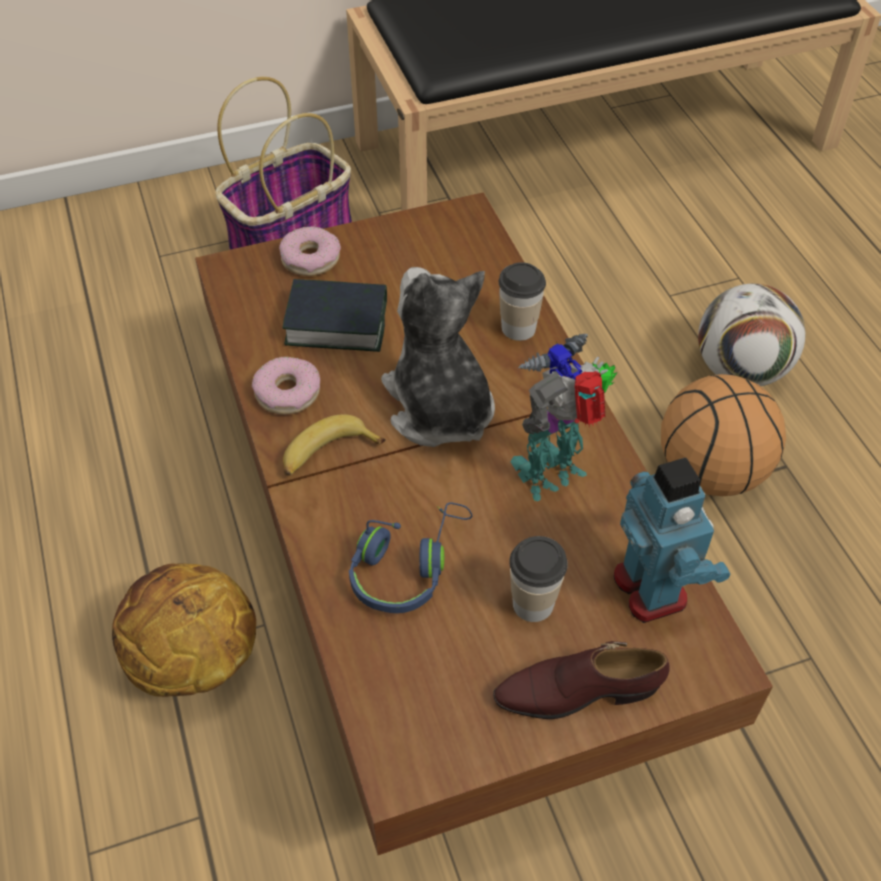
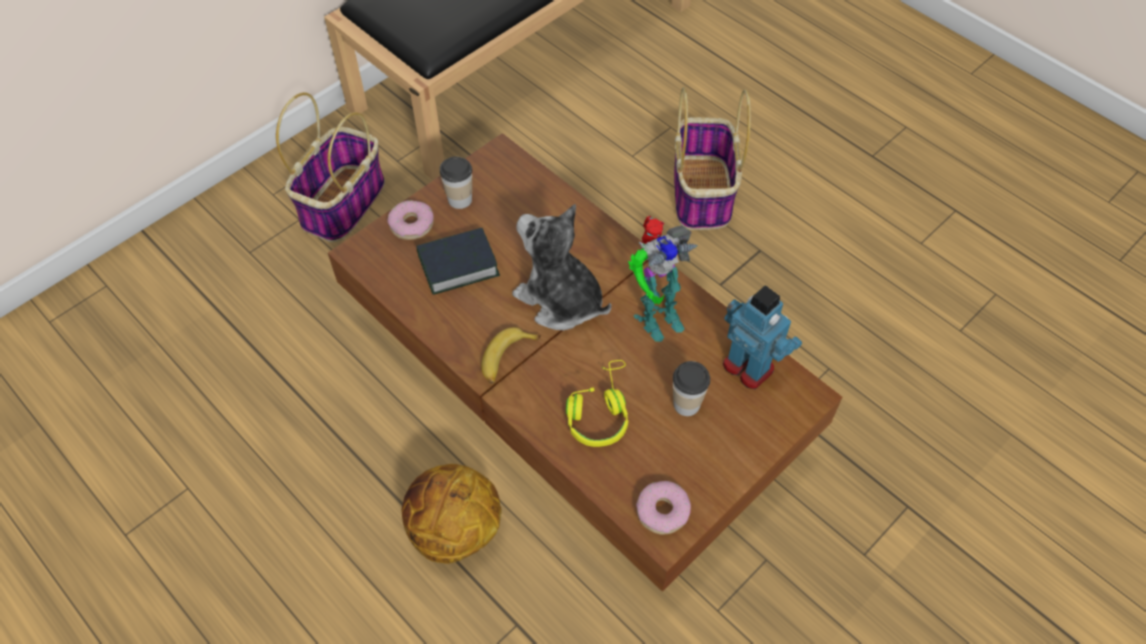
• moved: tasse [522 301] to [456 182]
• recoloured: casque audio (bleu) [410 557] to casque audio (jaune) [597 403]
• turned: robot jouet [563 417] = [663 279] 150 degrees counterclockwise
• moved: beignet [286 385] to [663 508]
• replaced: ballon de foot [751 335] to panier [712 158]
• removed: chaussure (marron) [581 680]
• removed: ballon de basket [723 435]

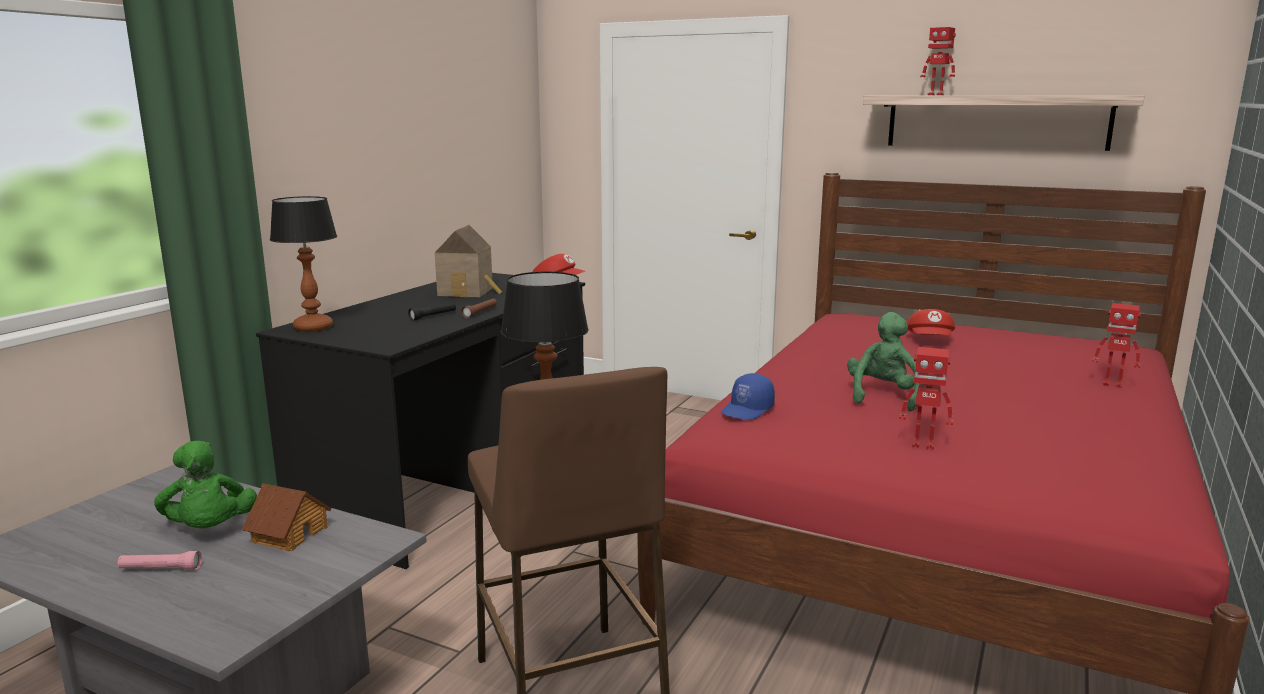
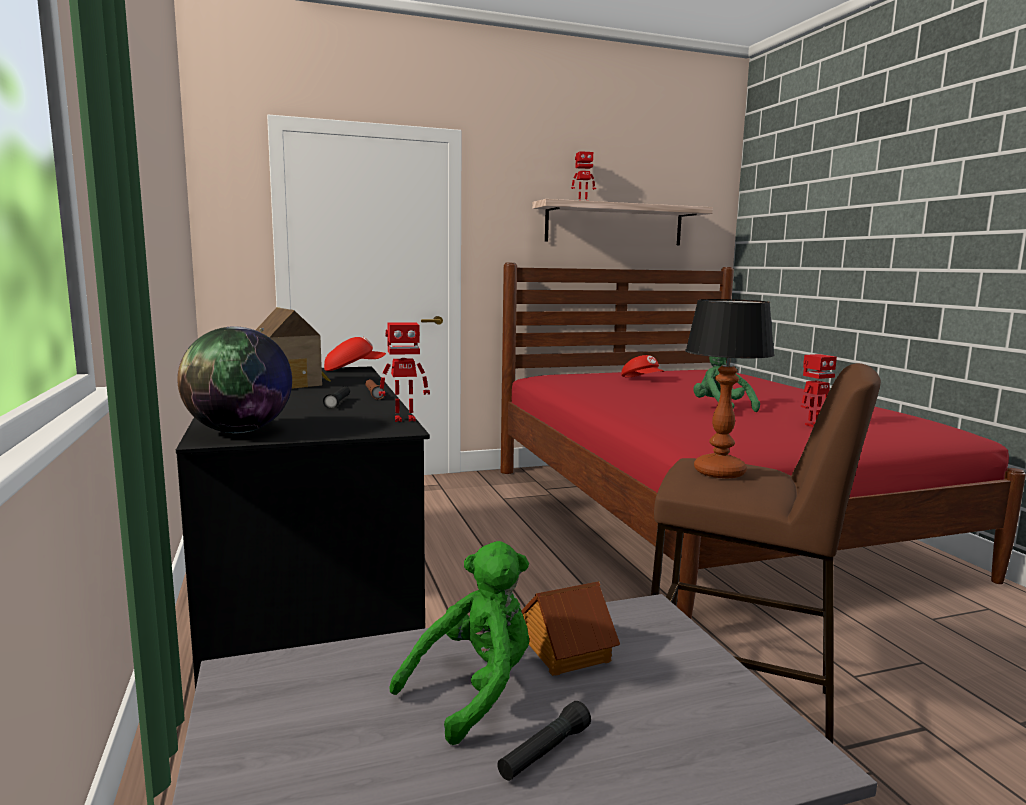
• replaced: lampe de table [303 264] to globe [234 379]
• moved: robot jouet [1116 345] to [404 372]
• turned: peluche (vert) [205 484] = [459 643] 60 degrees counterclockwise
• recoloured: lampe de poche (rose) [160 560] to lampe de poche (noir) [544 741]
• removed: casquette (bleu) [748 396]

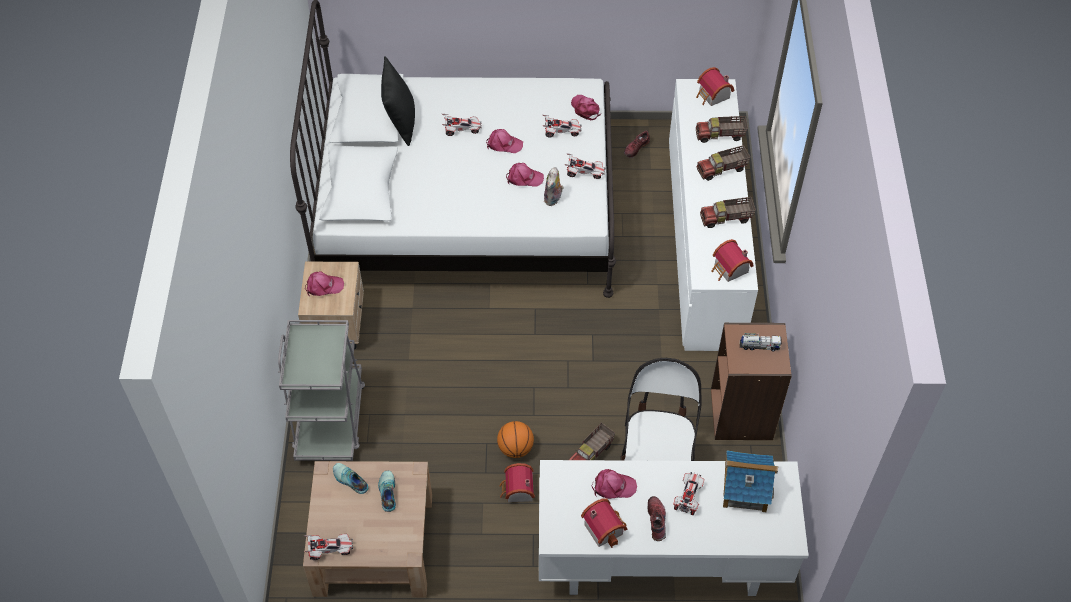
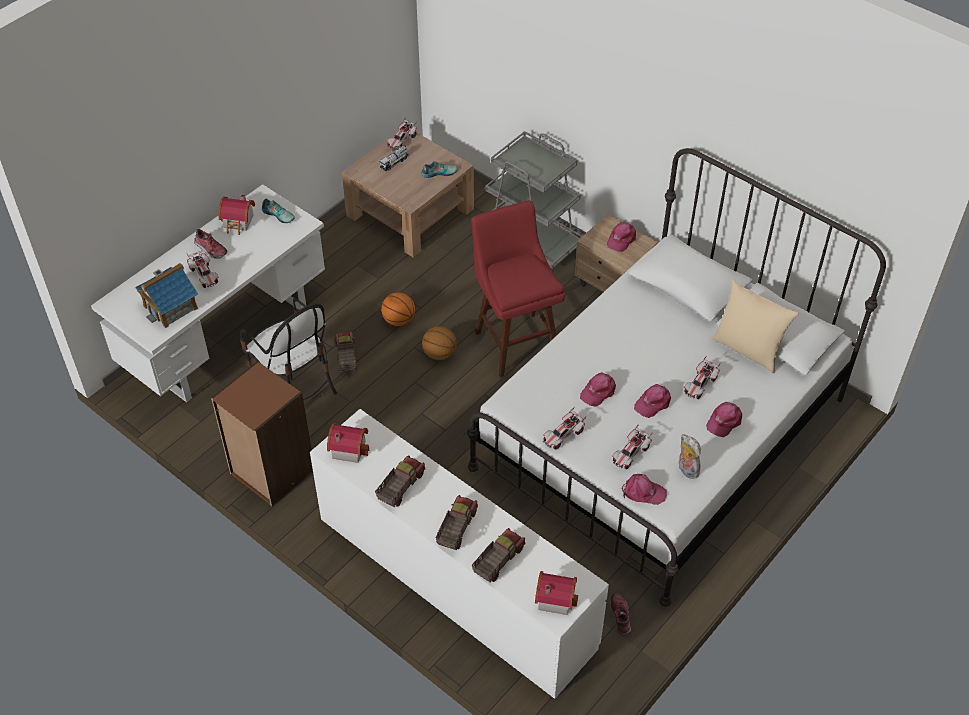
• moved: chaussure [387 491] to [278 211]
• moved: camion jouet [761 342] to [394 158]
• added: ballon de basket [439 343]
• added: tabouret (rouge) [518 289]
• moved: peluche [554 186] to [690 456]
• moved: casquette (rose) [614 484] to [724 419]
• recoloured: coussin (noir) [398 101] to coussin (beige) [755 326]
• removed: maison miniature [517 482]

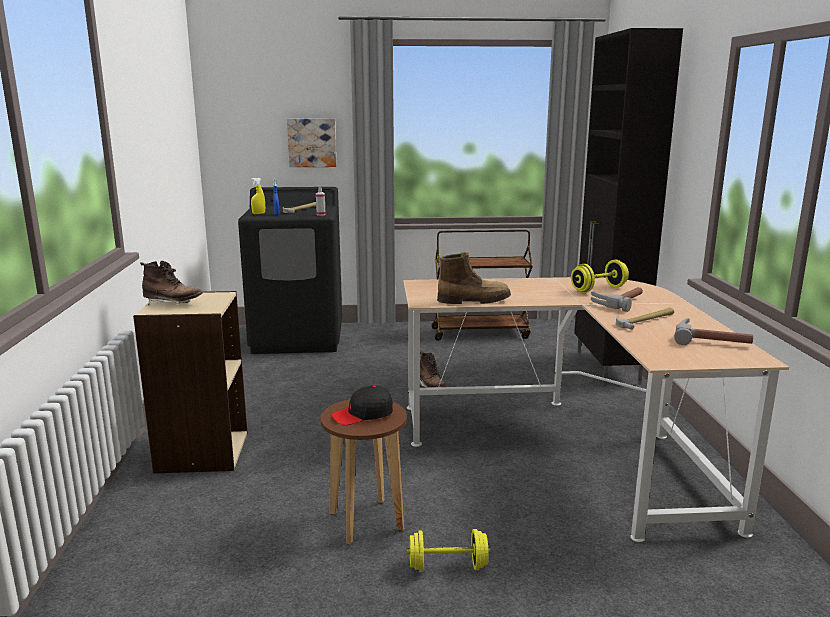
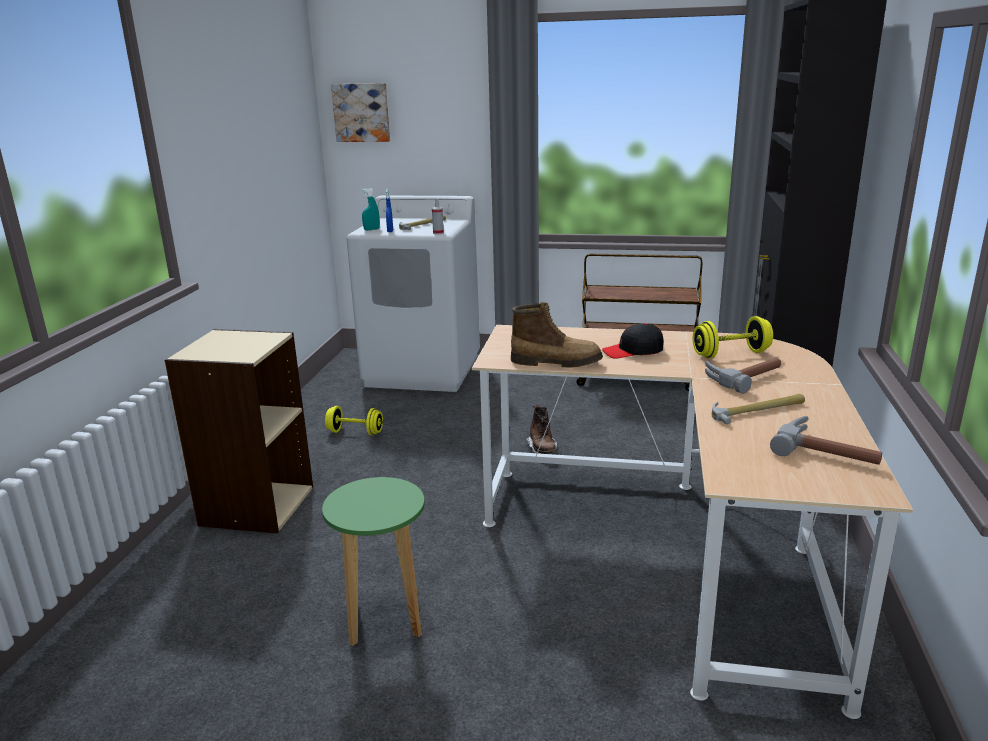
• recoloured: tabouret (marron) [363 471] to tabouret (vert) [373 561]
• moved: haltère (jaune) [448 550] to [354 420]
• moved: tableau [312 143] to [360 112]
• recoloured: lave-linge (noir) [290 270] to lave-linge (blanc) [413 293]
• recoloured: vaporisateur (jaune) [258 196] to vaporisateur (turquoise) [371 209]
• moved: casquette (noir) [362 405] to [632 340]
• removed: botte (marron) [171 283]

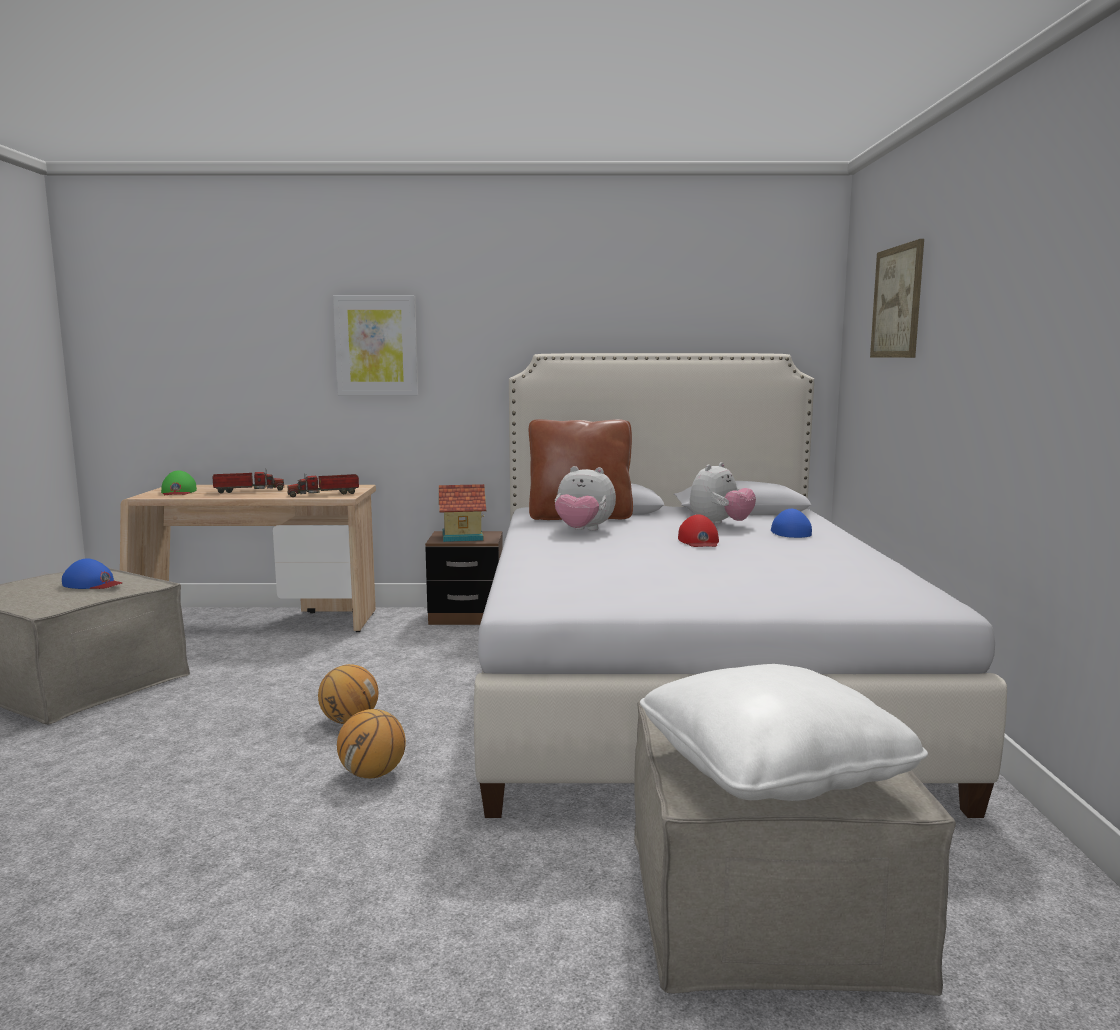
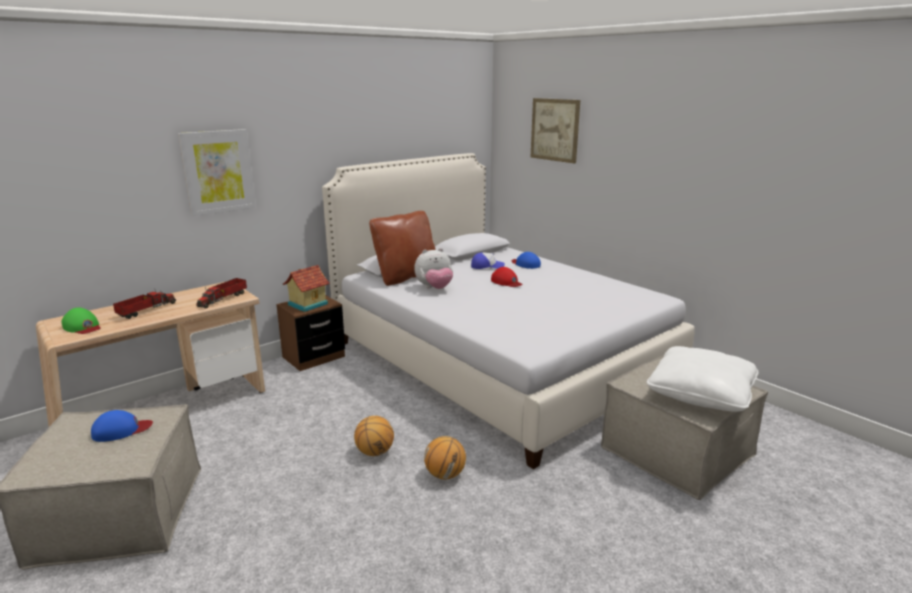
• replaced: peluche [723 493] to casquette [488 260]

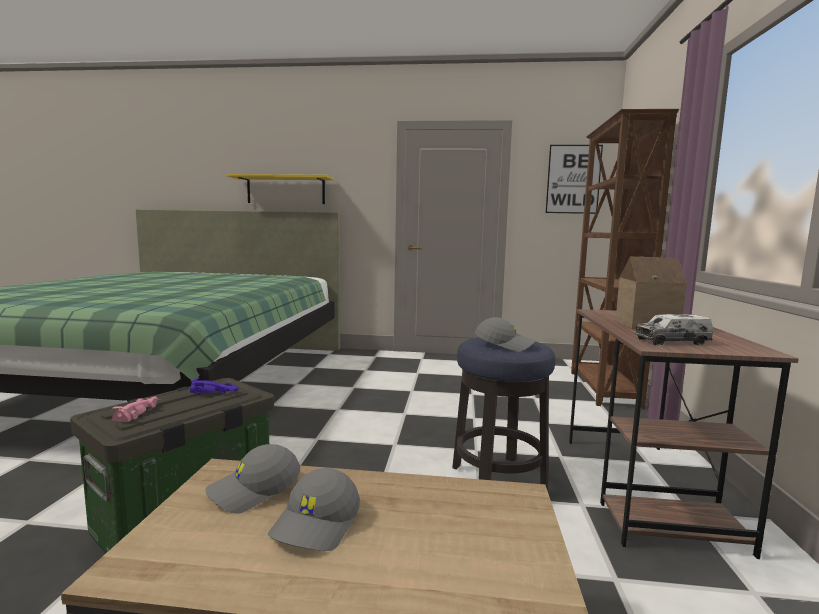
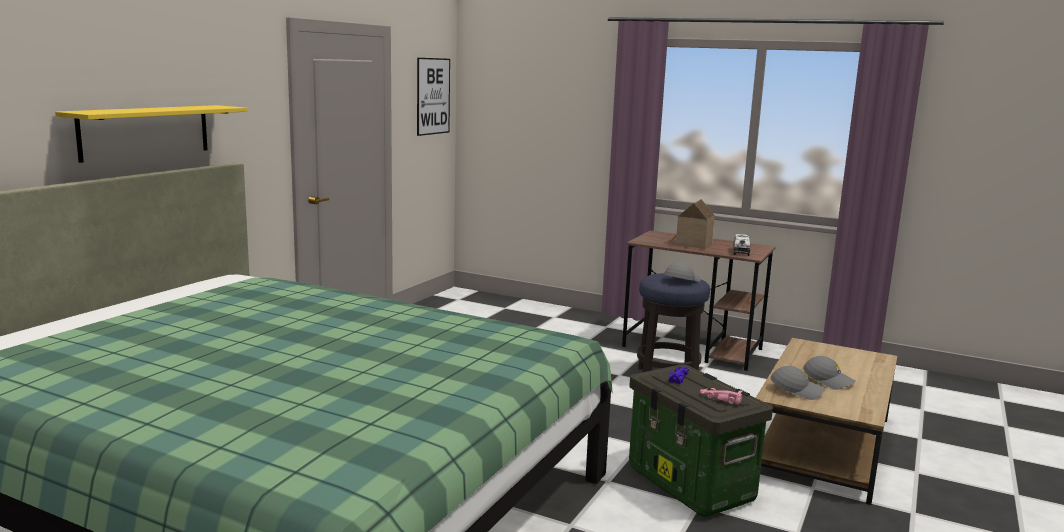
• turned: casquette (gris) [252 479] = [798 383] 60 degrees counterclockwise
• removed: bibliothèque (marron) [625 259]

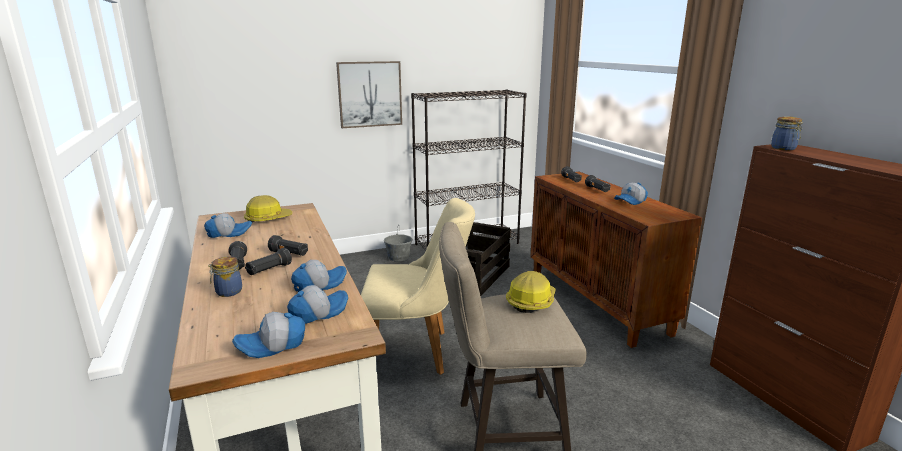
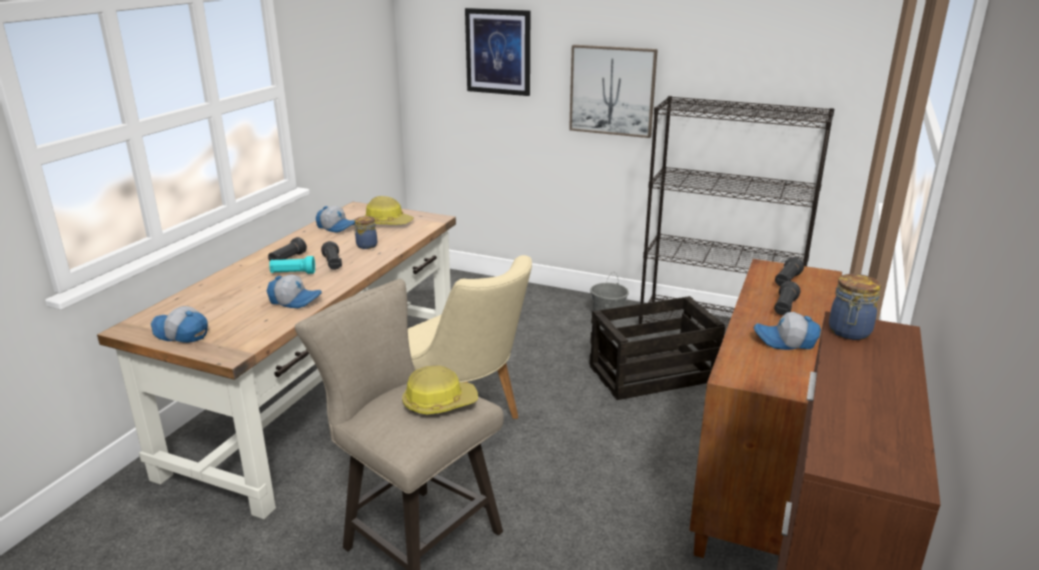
• recoloured: lampe de poche (noir) [268 261] to lampe de poche (turquoise) [292 265]
• moved: bocal [225 276] to [365 232]
• added: tableau [497 52]
• removed: casquette [317 304]

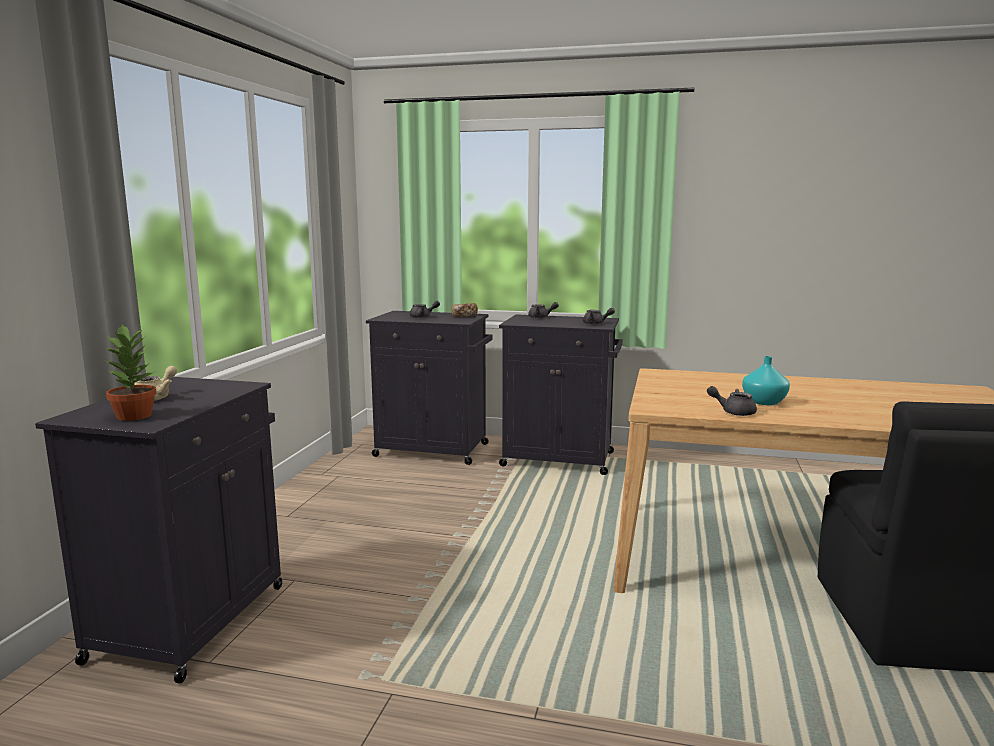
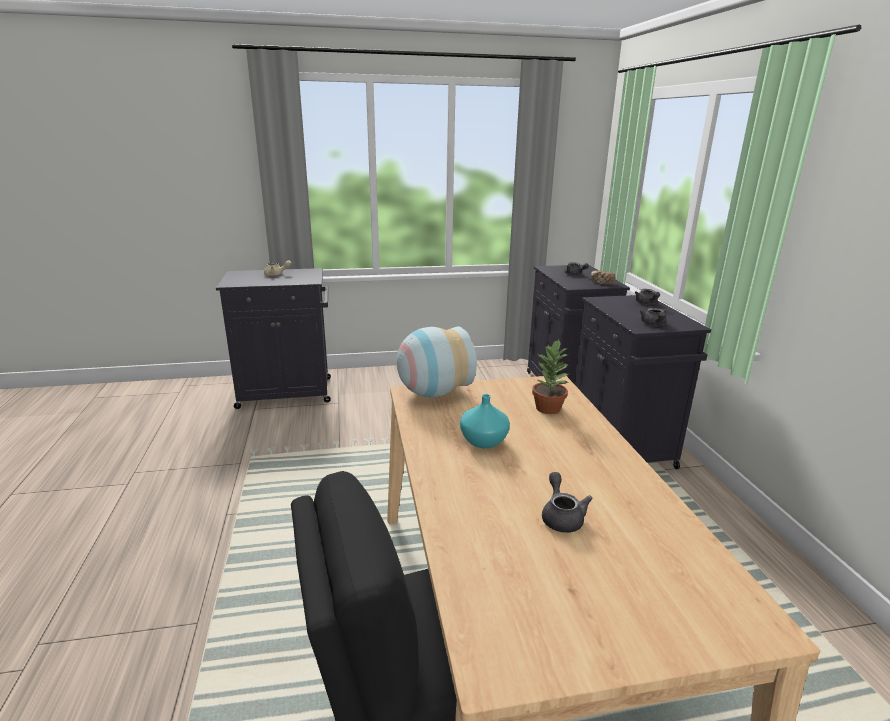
• added: vase [437 361]
• moved: plante en pot [131 372] to [550 377]
• moved: théière (gris) [732 401] to [567 502]

